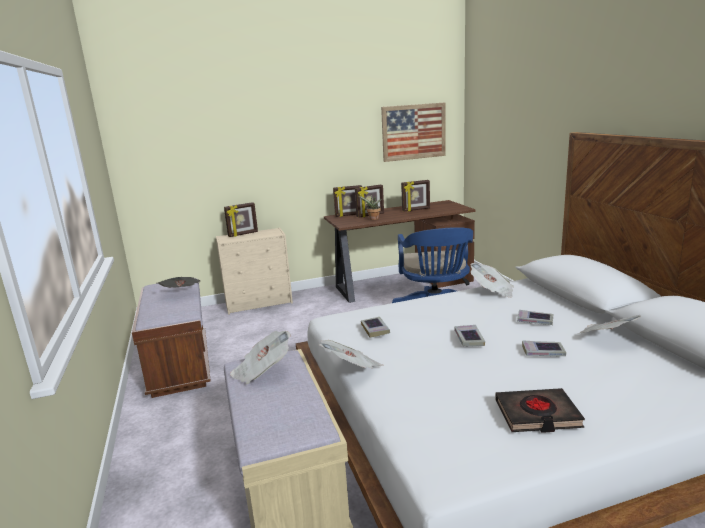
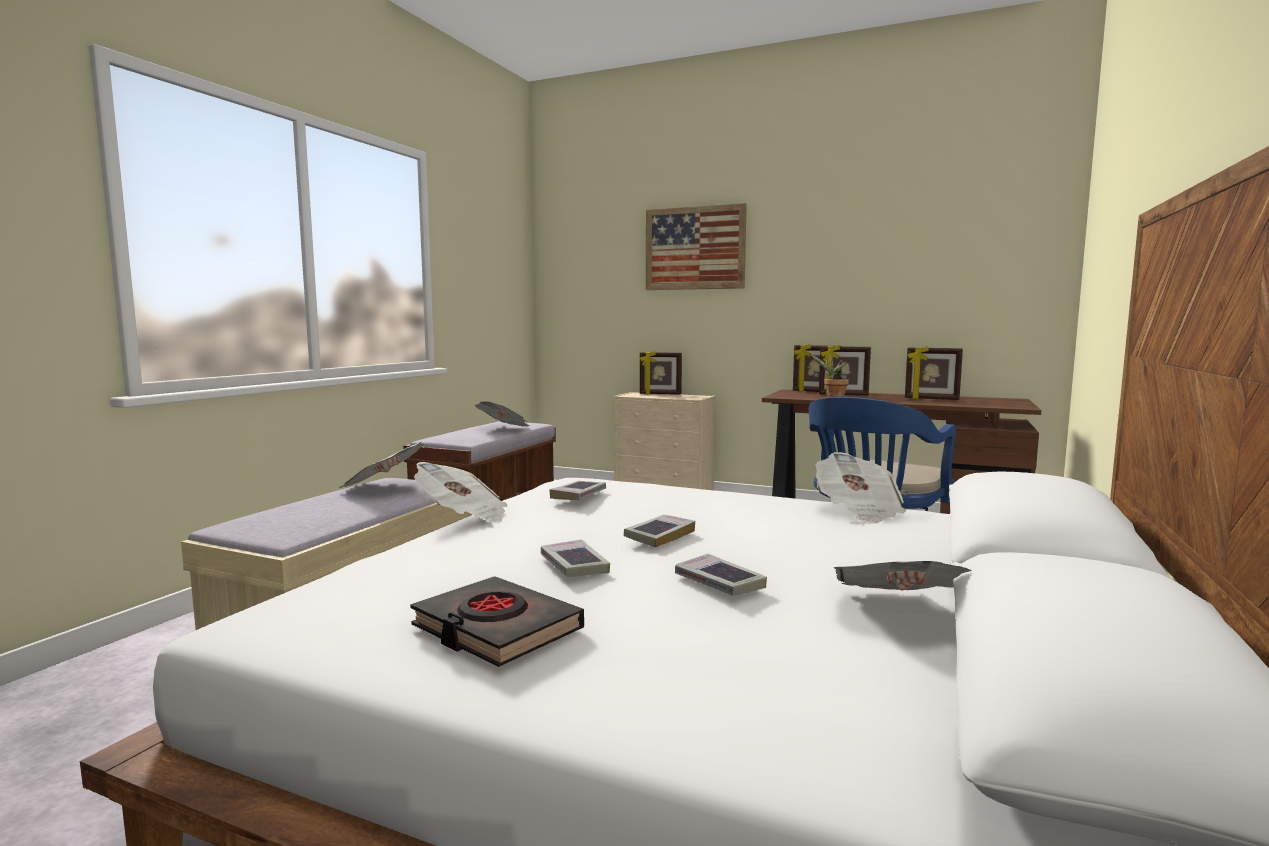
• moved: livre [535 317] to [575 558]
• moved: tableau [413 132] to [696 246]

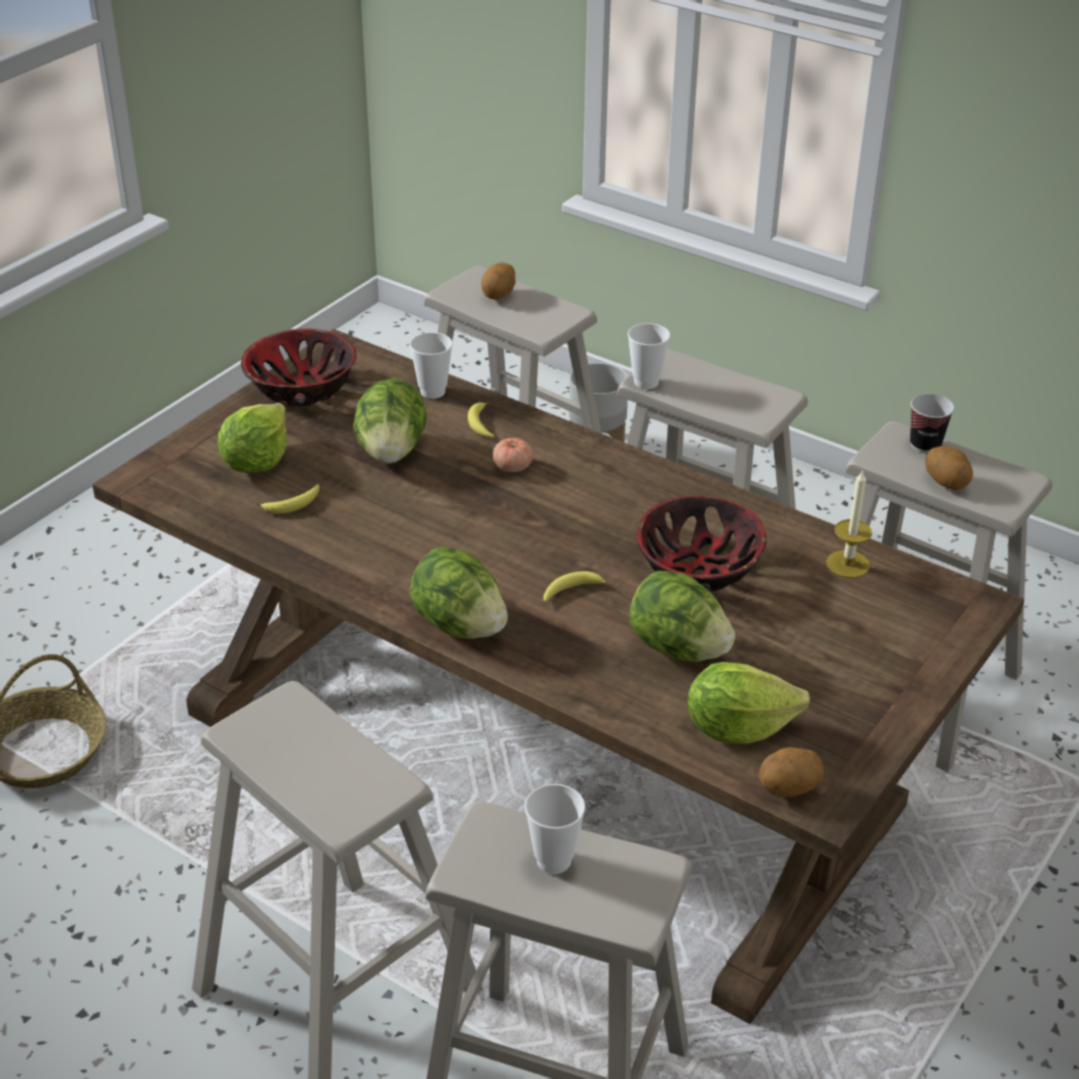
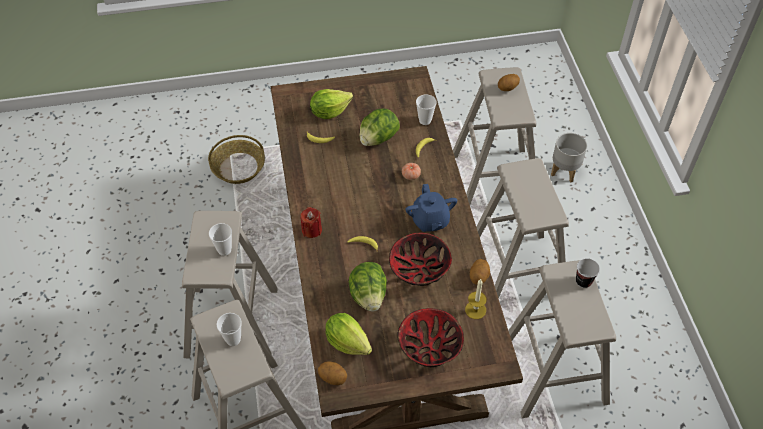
• moved: tasse [649 356] to [220 239]
• replaced: laitue [459 593] to bougie (rouge) [311 222]
• moved: bol [298 367] to [430 337]
• added: théière (bleu) [431 208]
• moved: pomme de terre [949 468] to [480 272]

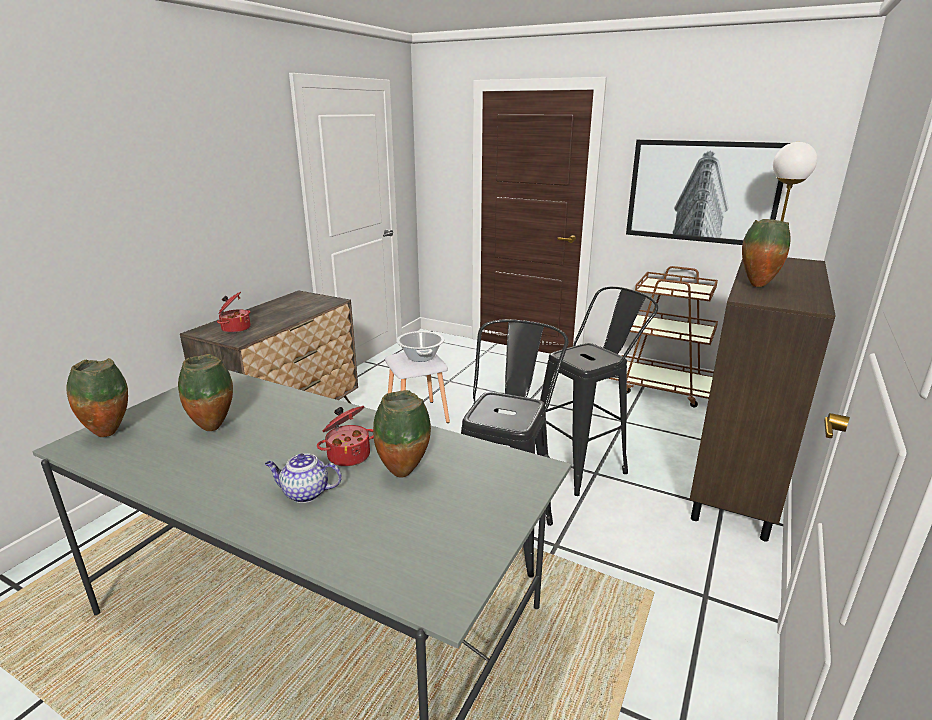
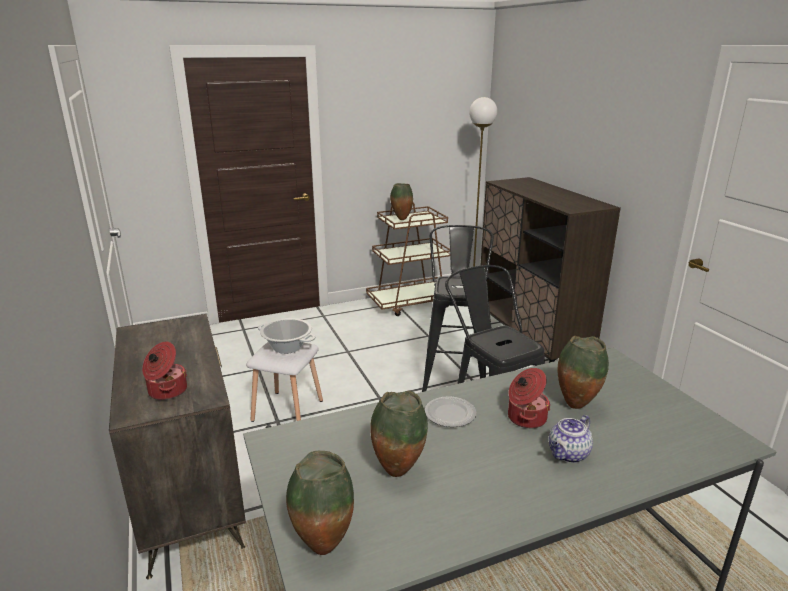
• moved: vase [766 253] to [401 201]
• added: assiette [450 411]
• removed: tableau [708 192]

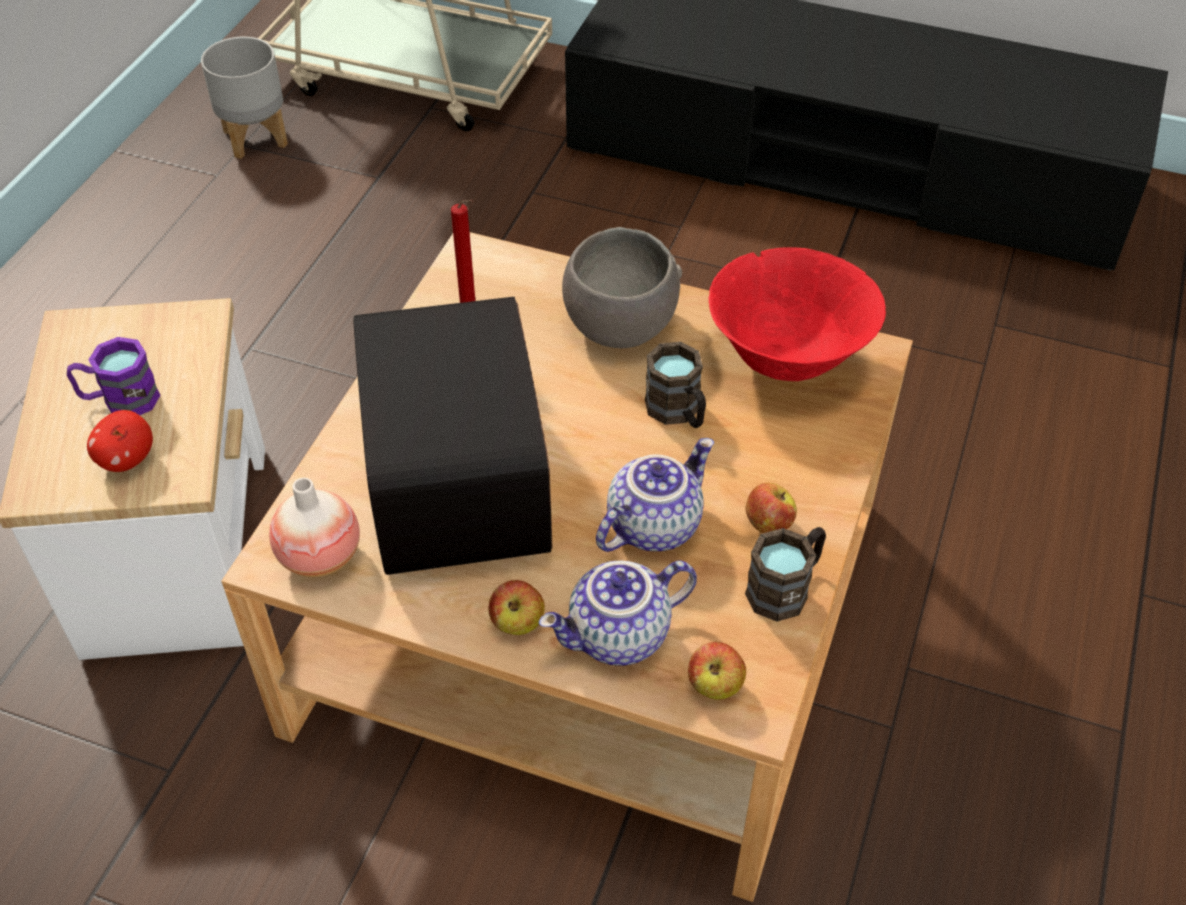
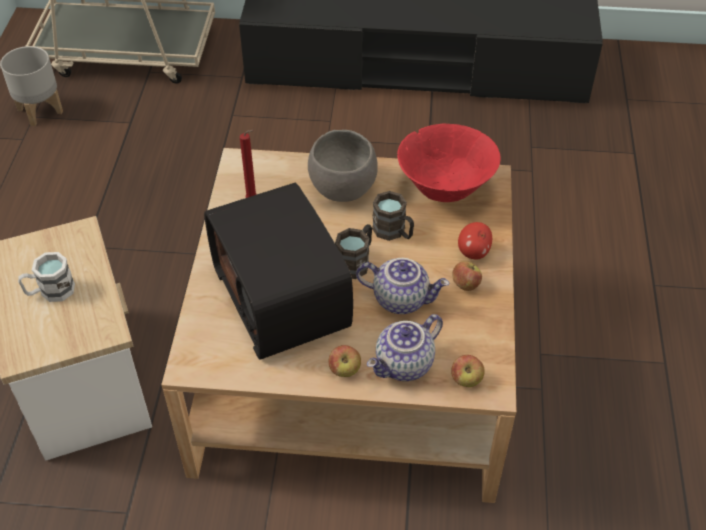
• recoloured: mug (violet) [113 376] to mug (blanc) [46 277]
• moved: mug (marron) [785 574] to [353 251]
• turned: théière [655 495] = [403 286] 75 degrees clockwise
• moved: pomme [120 441] to [475 240]
• removed: vase [314 527]

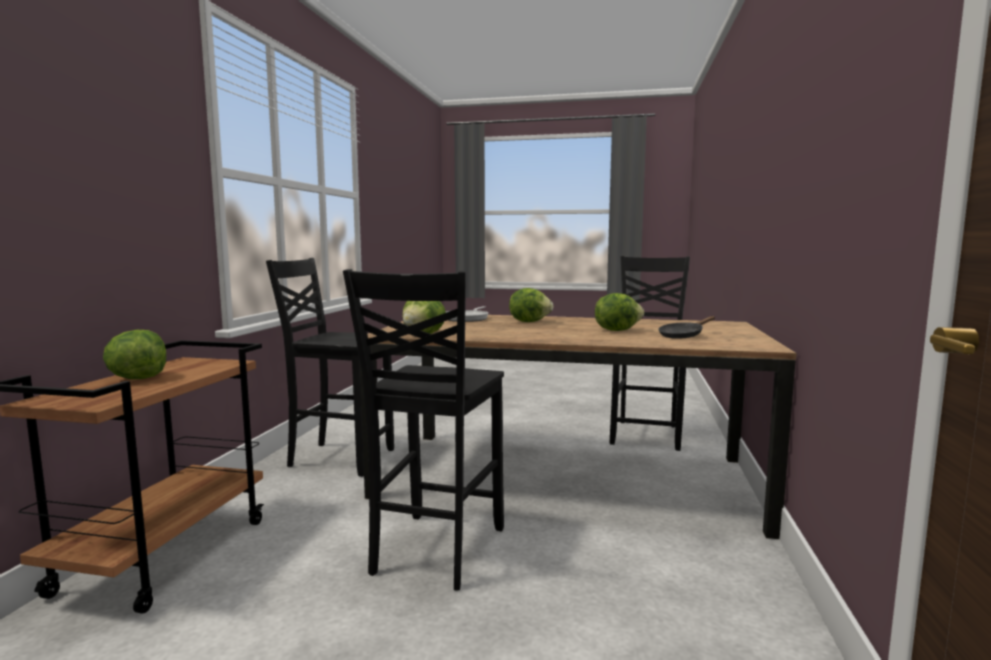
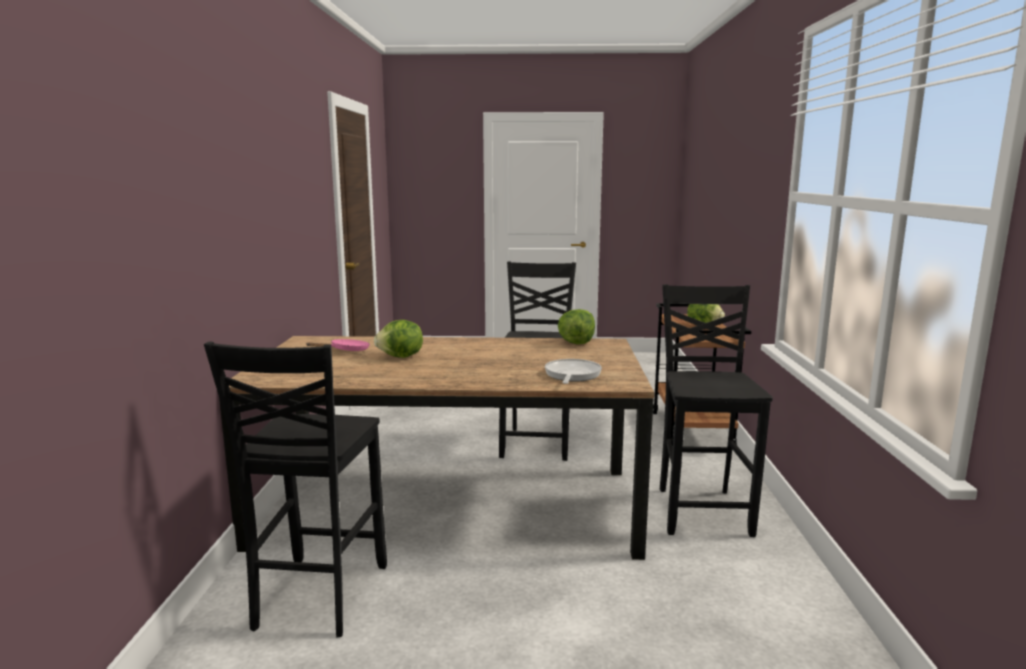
• recoloured: poêle (noir) [686 327] to poêle (rose) [338 345]
• turned: chaise (noir) [330 367] = [716 410] 90 degrees counterclockwise
• removed: laitue [531 305]

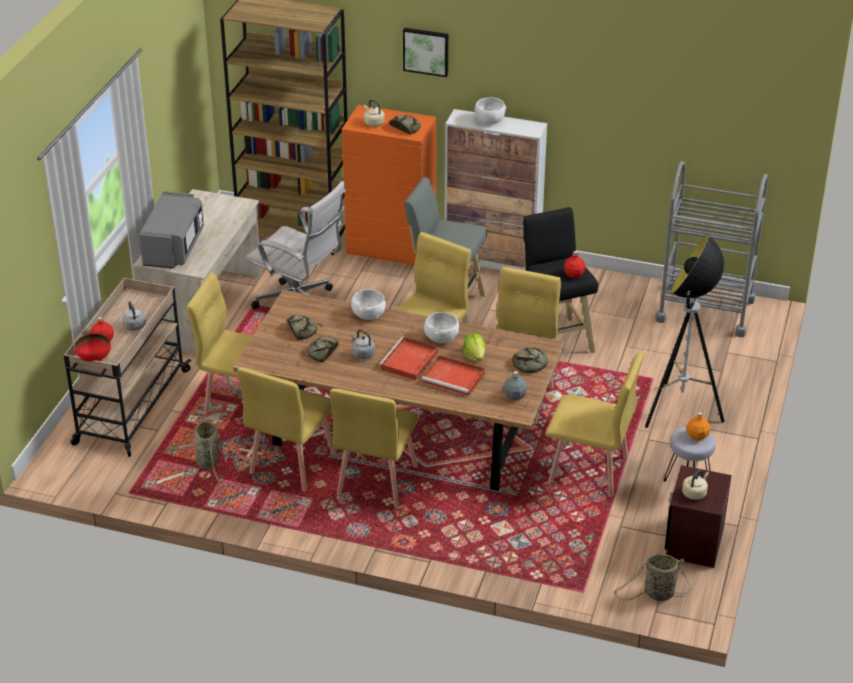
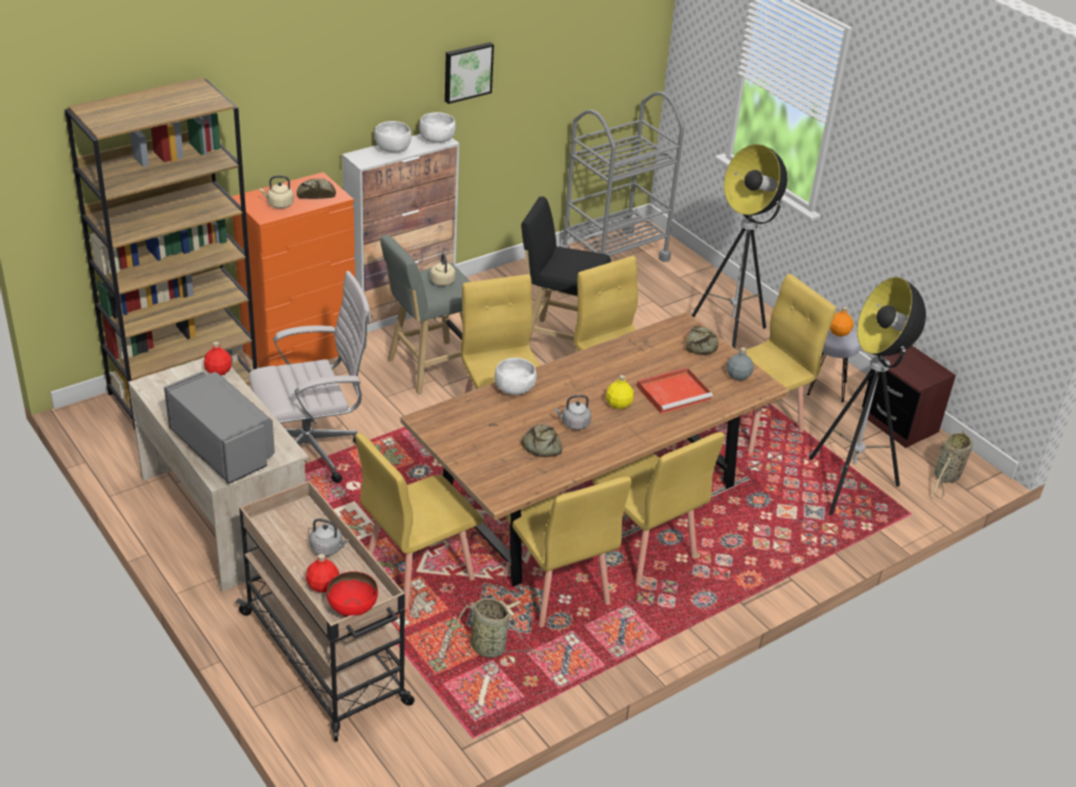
• moved: bouteille (rouge) [574 264] to [218 358]
• moved: bol (blanc) [441 327] to [437 127]
• moved: bouilloire (beige) [695 484] to [442 269]
• moved: tableau [425 52] to [469 73]
• replaced: plateau (rouge) [408 358] to bouteille (jaune) [620 392]
• added: lampadaire [867 396]
• removed: pain [302 327]
• removed: laitue [474 347]

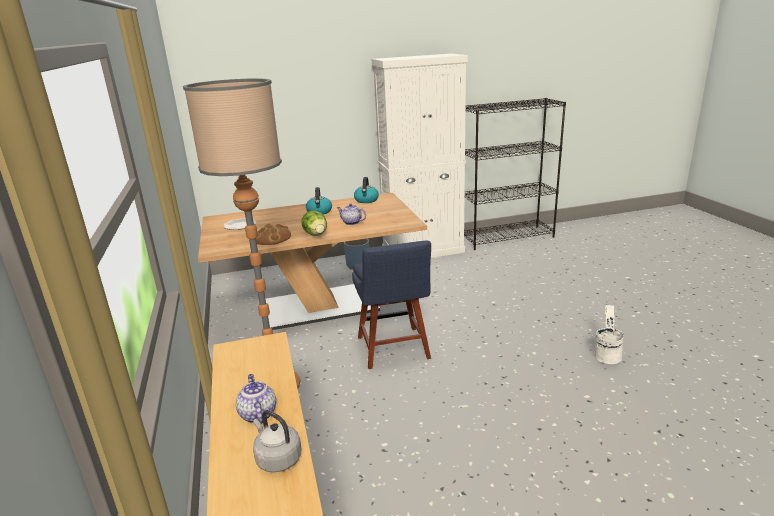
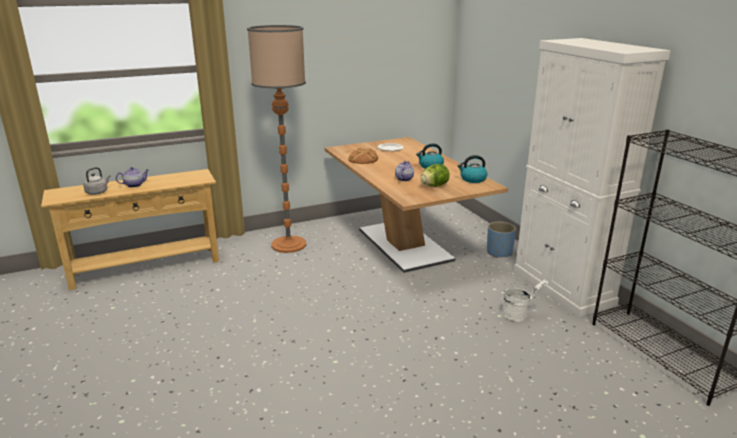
• moved: laitue [314 223] to [435 175]
• moved: seau (blanc) [609 334] to [525 300]
• removed: chaise (bleu) [391 305]

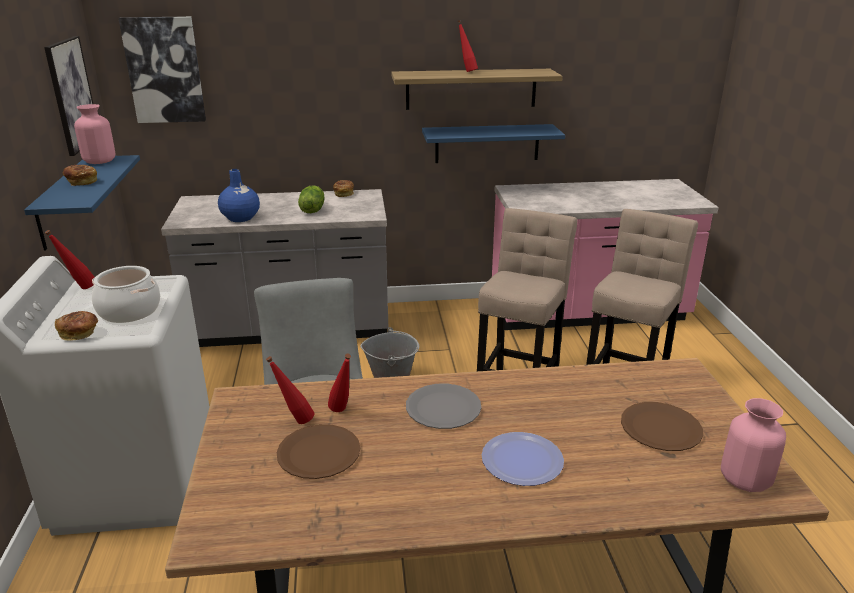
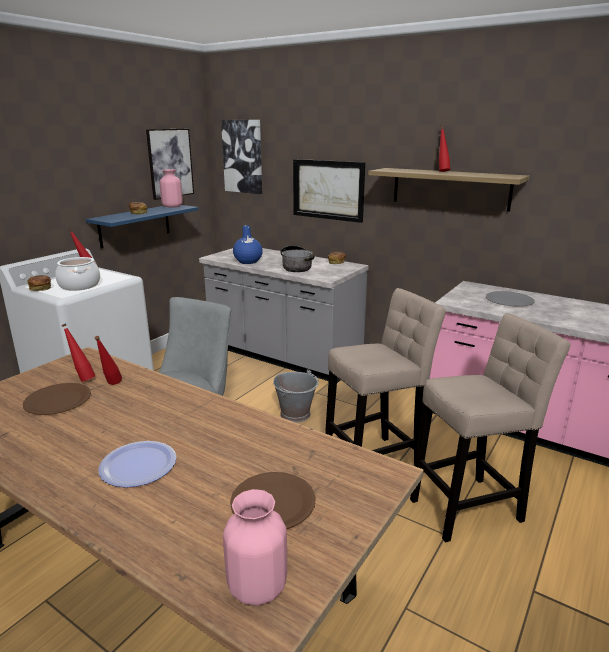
• replaced: laitue [311 199] to marmite [297 259]
• added: tableau [329 191]
• moved: assiette (gris) [443 406] to [510 299]
• removed: étagère (bleu) [493 143]

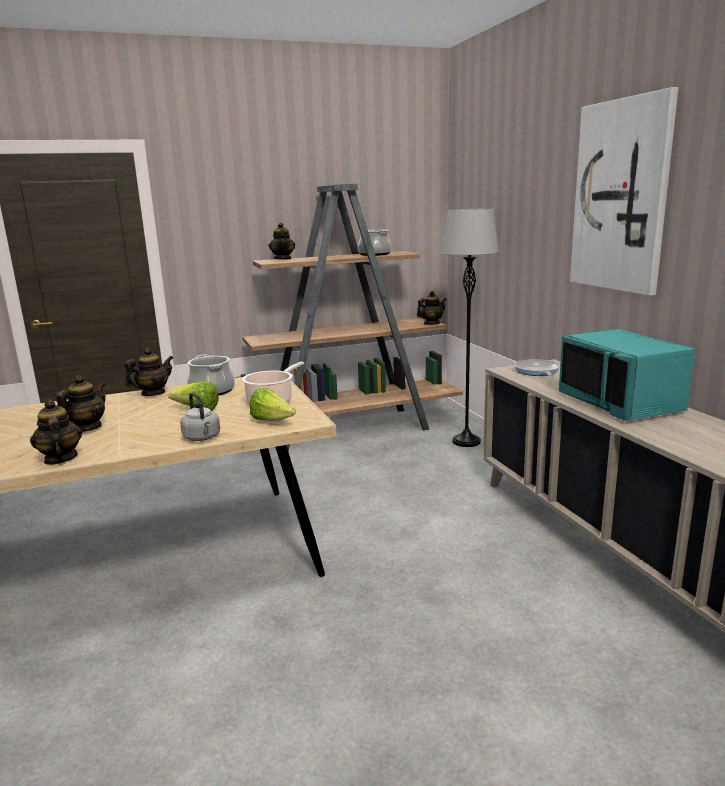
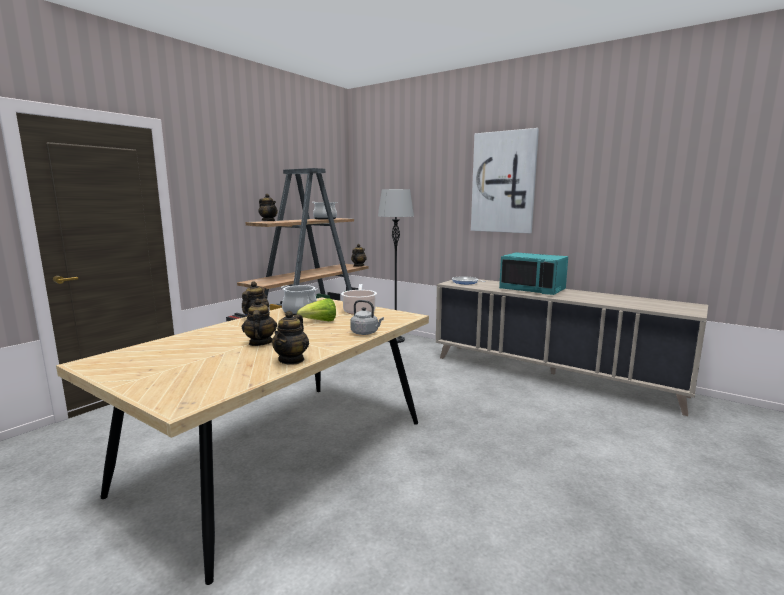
• turned: théière [56 432] = [290 338] 105 degrees counterclockwise
• removed: laitue [273 404]

